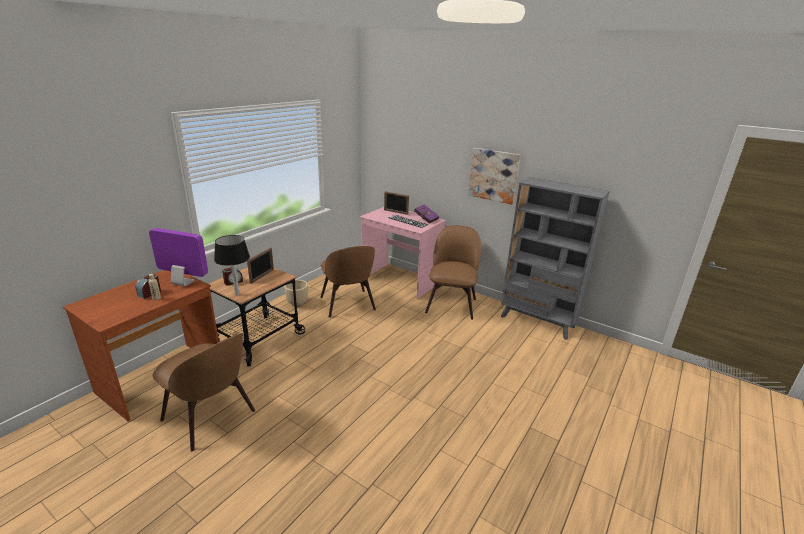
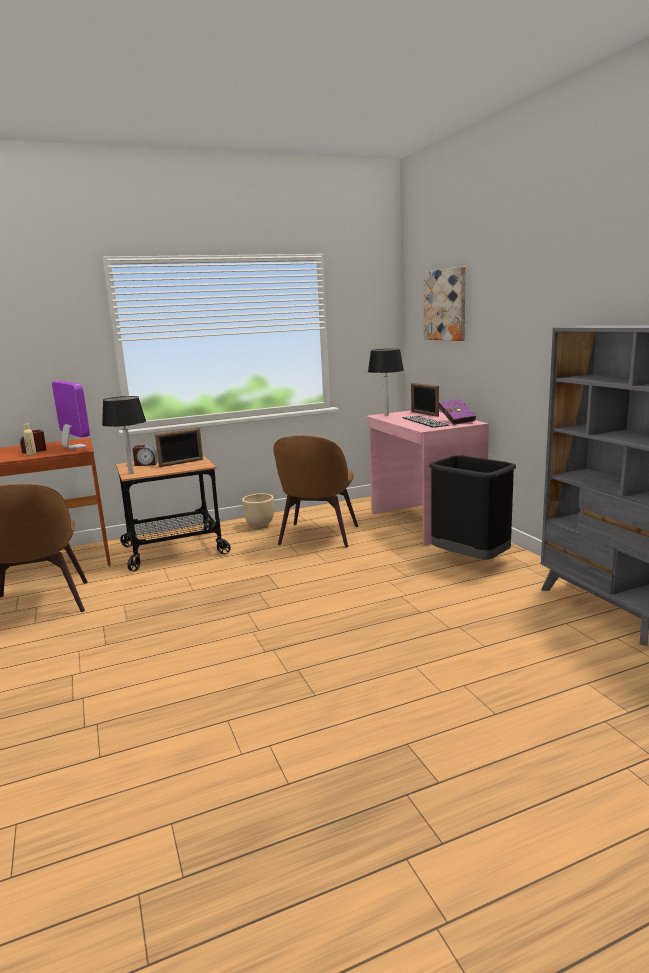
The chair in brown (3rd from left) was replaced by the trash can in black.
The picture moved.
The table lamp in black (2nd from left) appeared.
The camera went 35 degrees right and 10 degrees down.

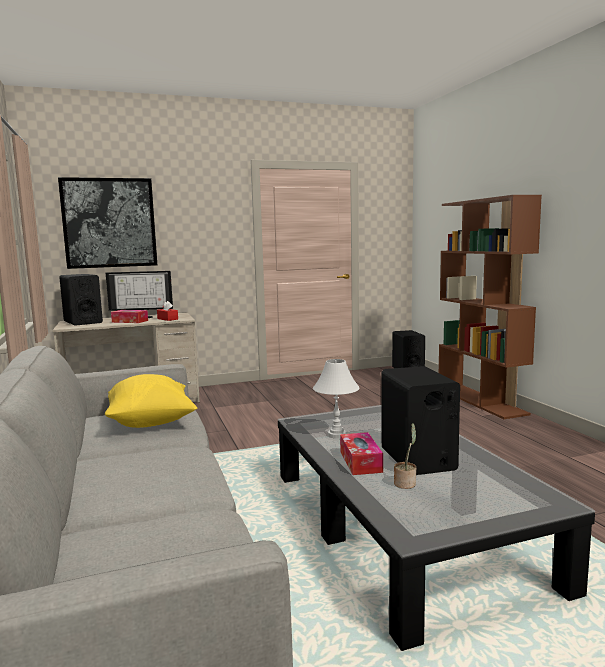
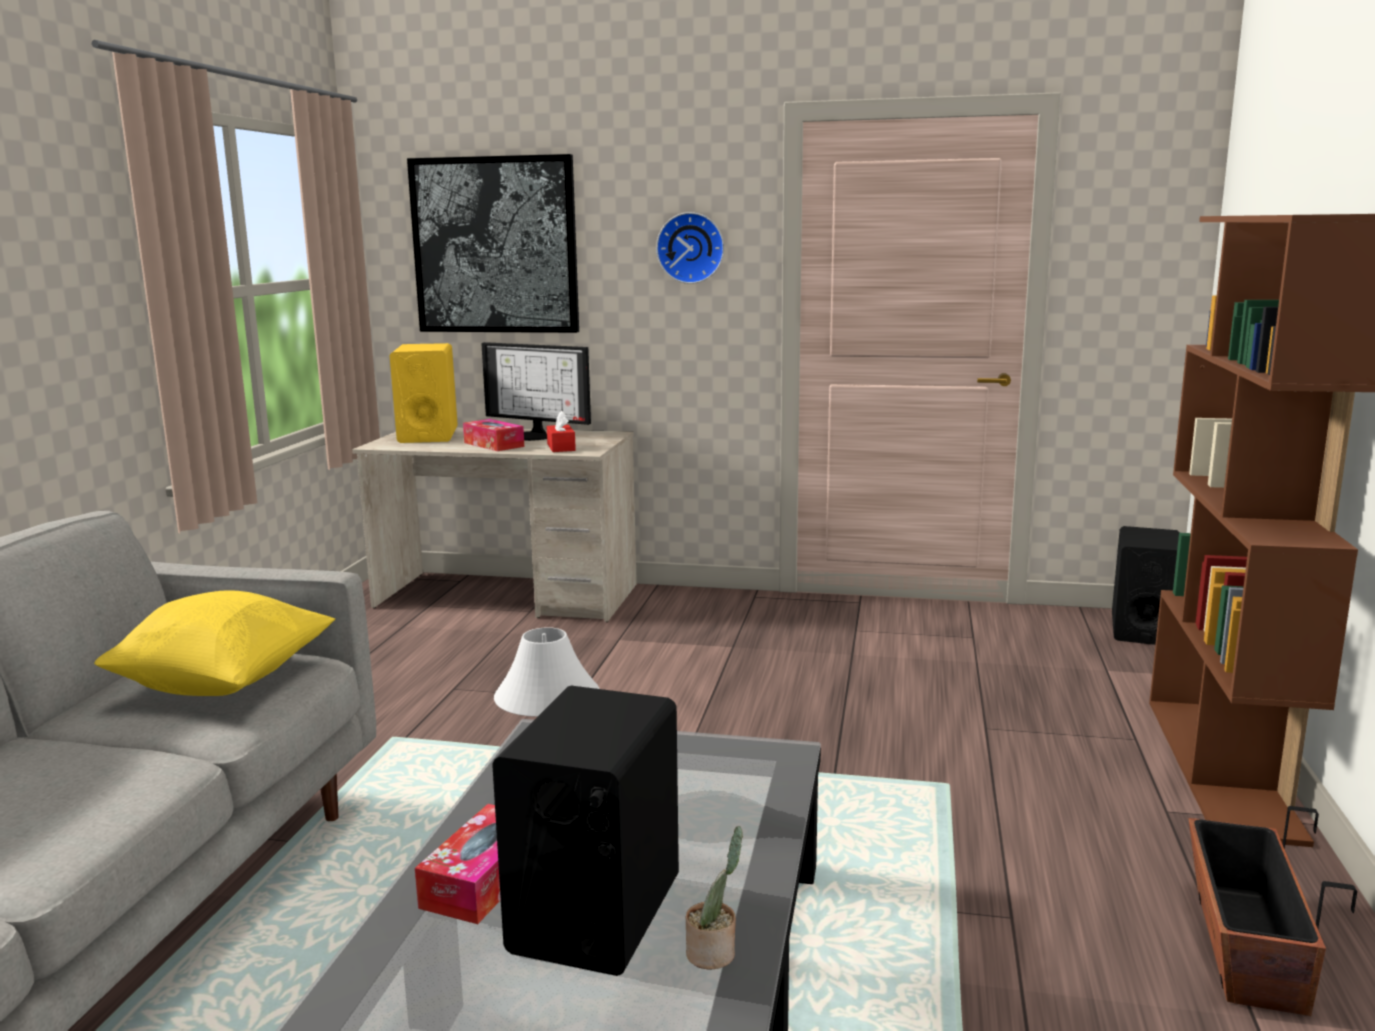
The speaker in black (1st from left) became the speaker in yellow.
The potted plant moved.
The wall clock appeared.
The planter appeared.
The camera went 30 degrees right and 5 degrees up.

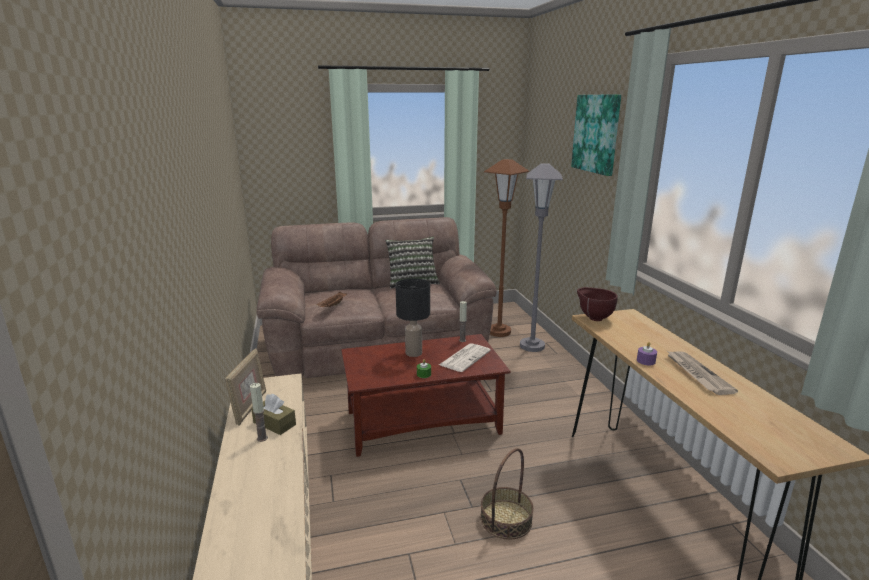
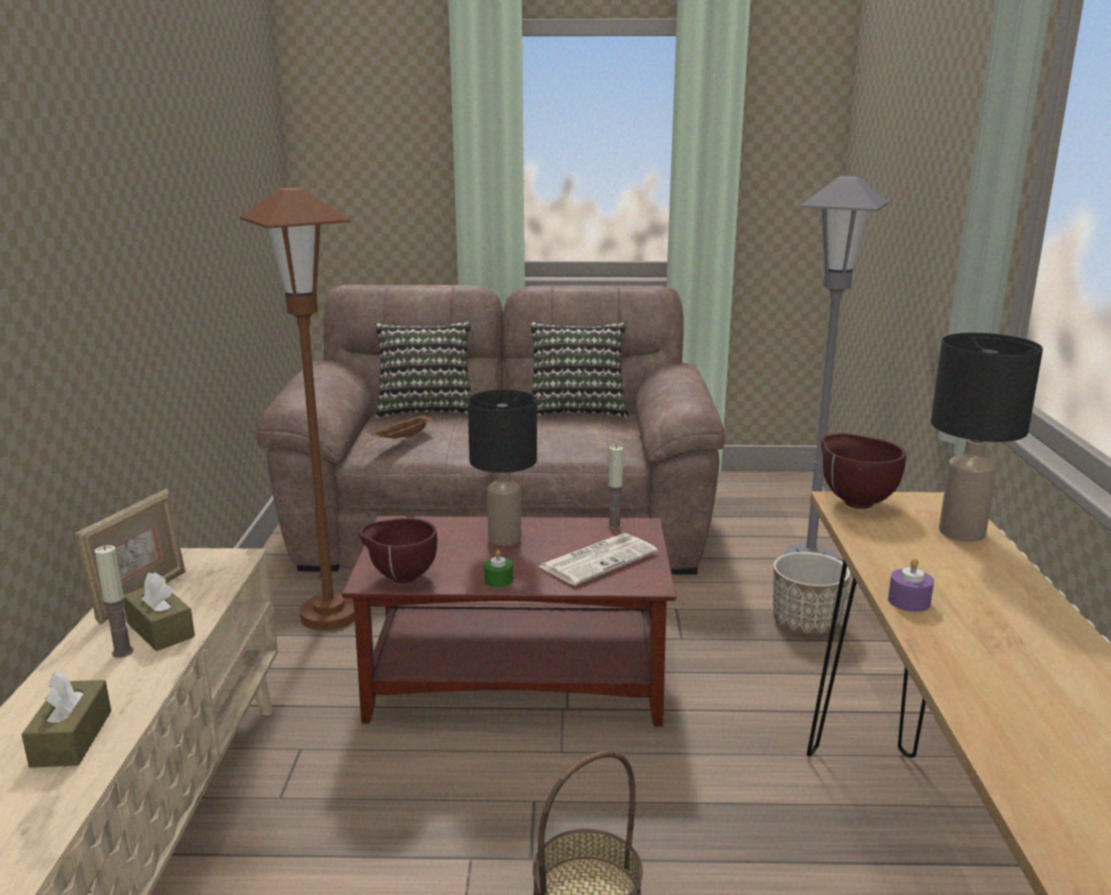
The floor lamp in brown moved.
The picture disappeared.
The newspaper (2nd from left) disappeared.
The tissue box in brown (1st from left) appeared.
The bowl in brown (1st from left) appeared.
The pillow (1st from left) appeared.
The planter appeared.
The table lamp in black (2nd from left) appeared.
The camera went 15 degrees right and 0 degrees up.

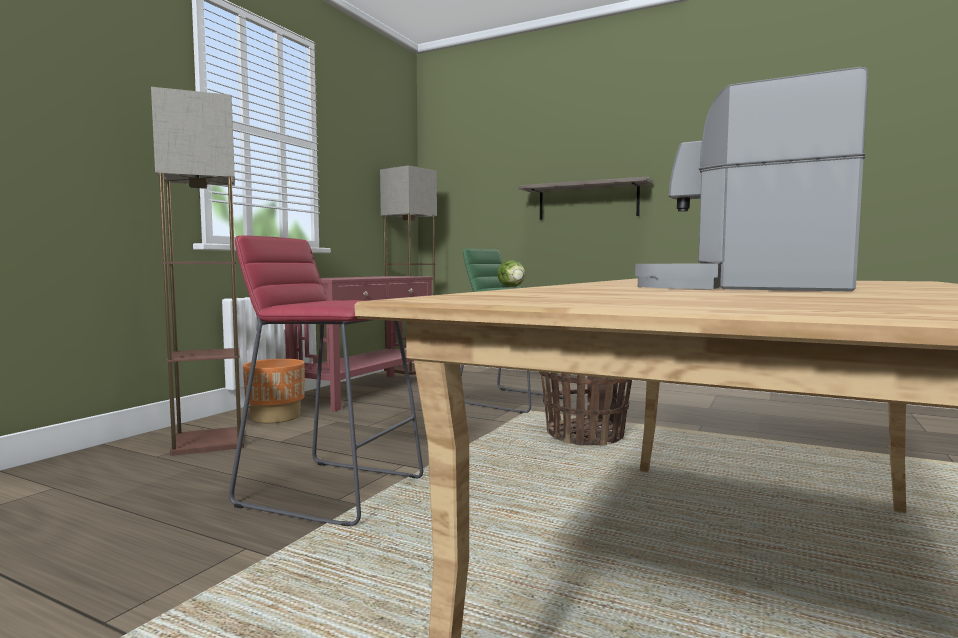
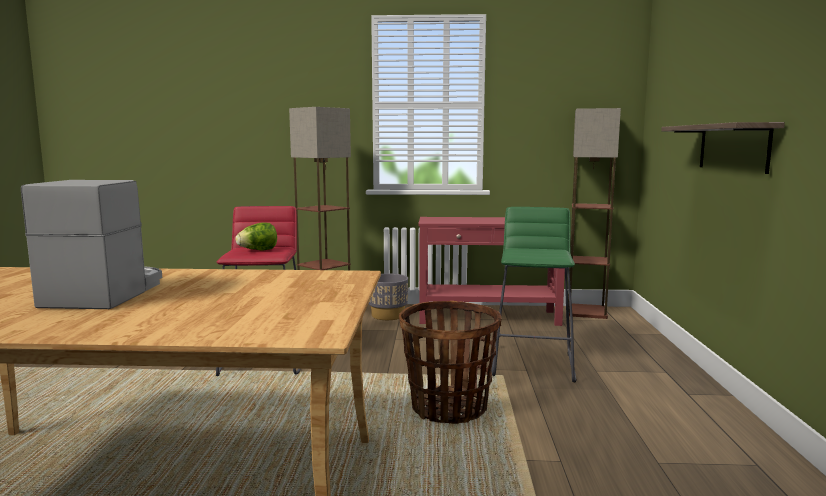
The planter in orange became the planter in grey.
The lettuce moved.
The camera went 65 degrees right and 5 degrees up.

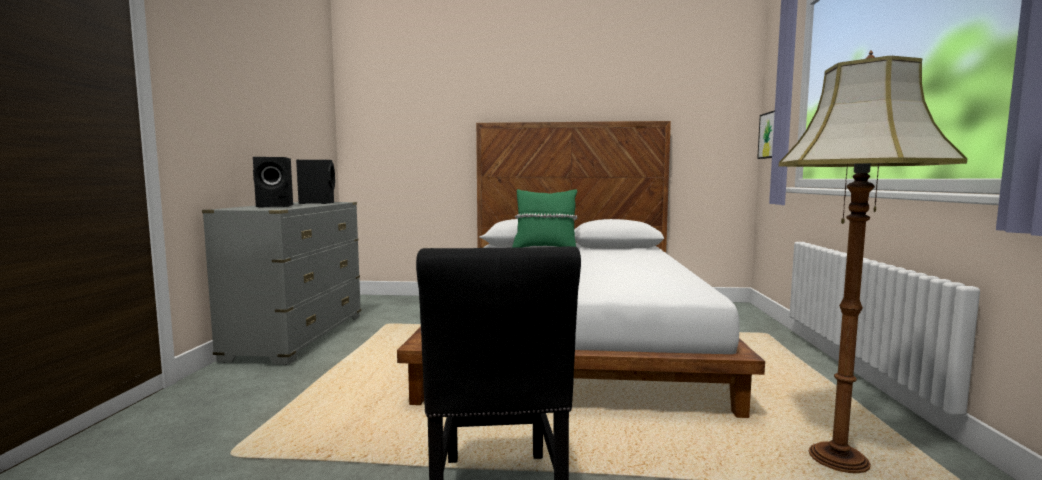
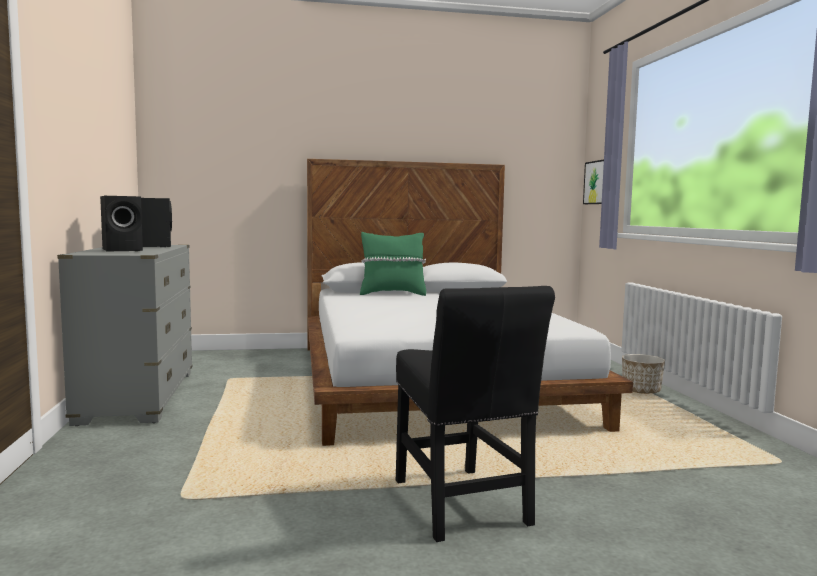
The floor lamp disappeared.
The planter appeared.
The camera went 15 degrees left and 0 degrees up.

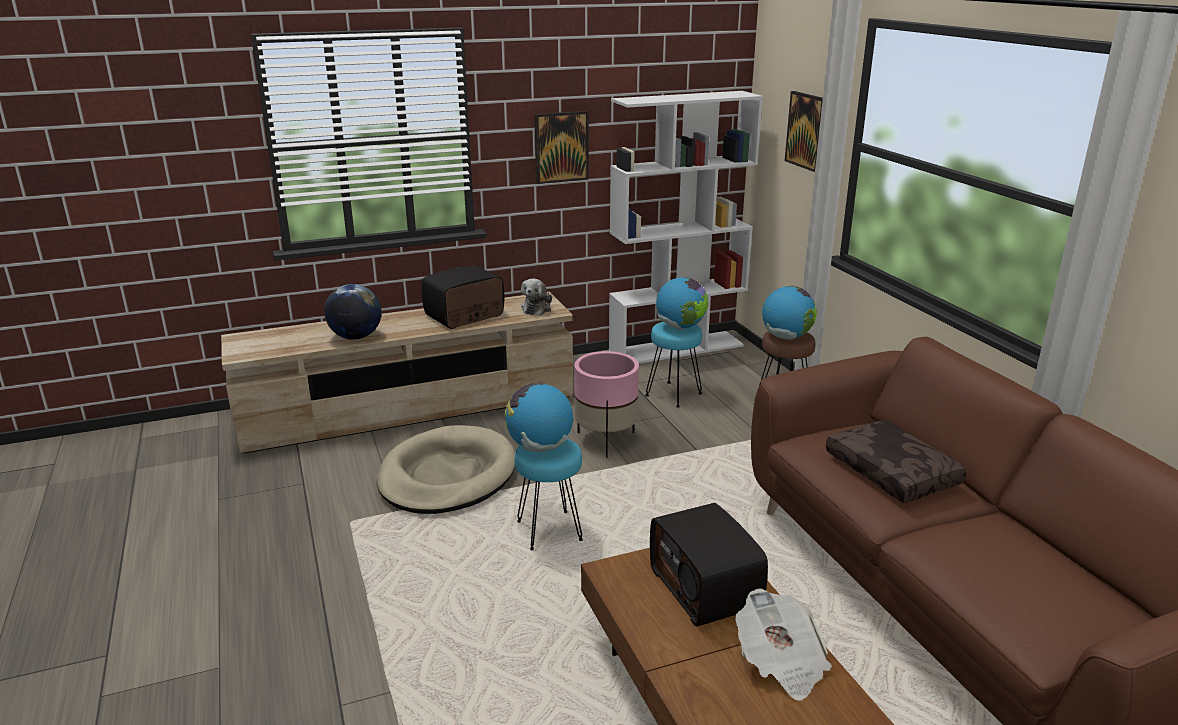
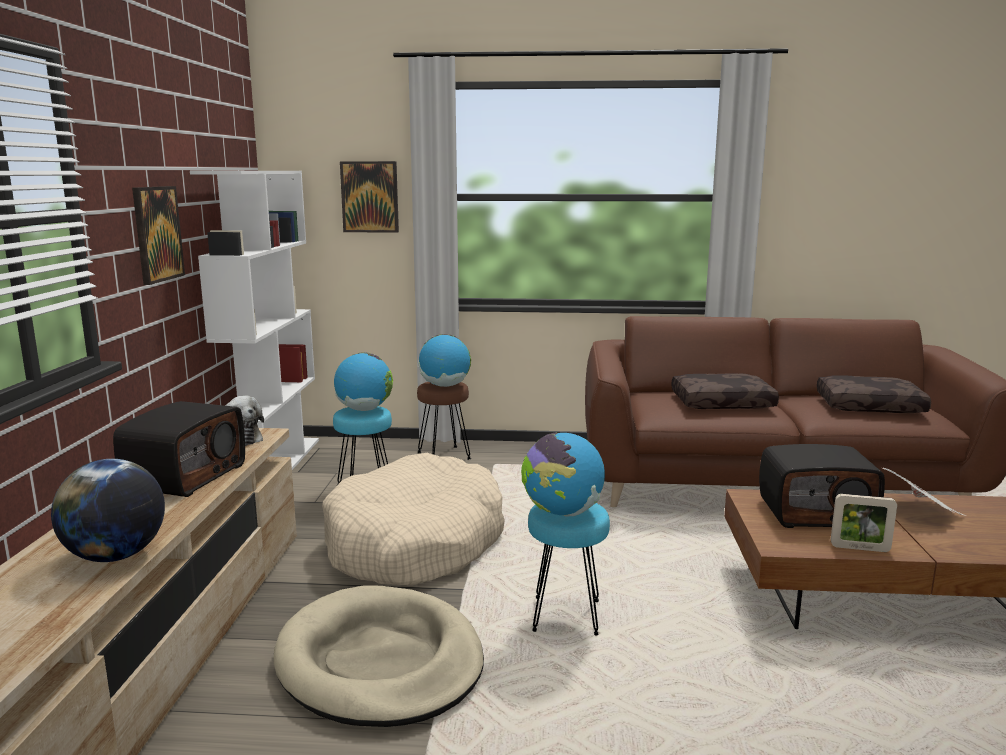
The radio (1st from left) turned 150 degrees counterclockwise.
The planter in pink was replaced by the dog bed in beige (2nd from left).
The pillow in brown (2nd from left) appeared.
The picture frame appeared.
The camera went 65 degrees left and 10 degrees down.

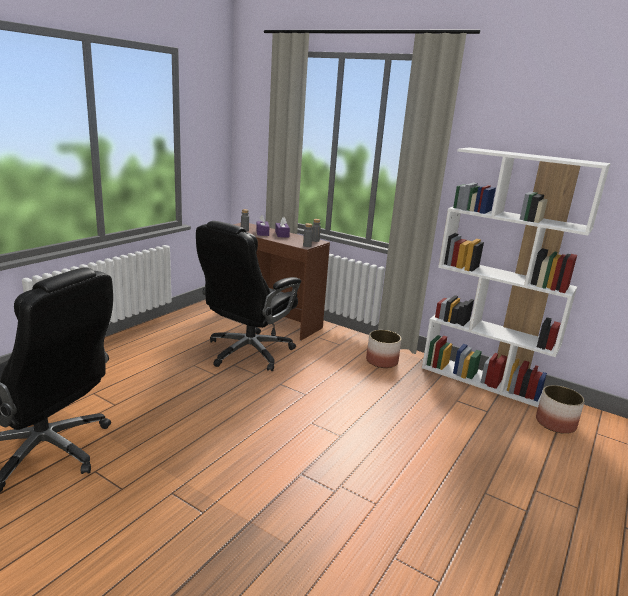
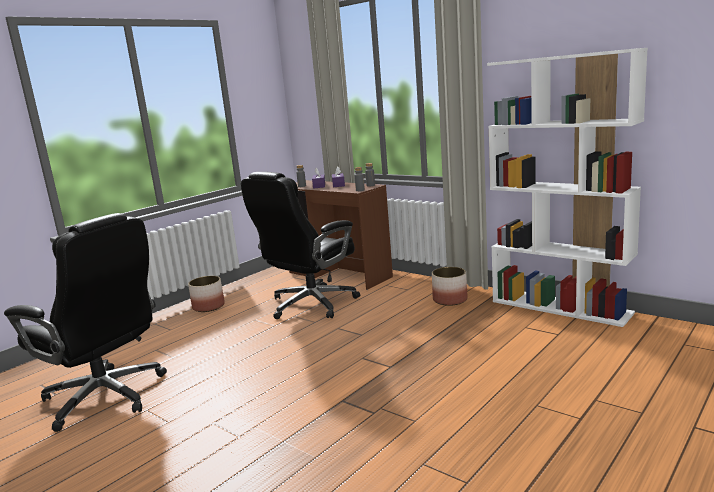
The planter (2nd from left in the first image) moved.
The camera went 10 degrees right and 5 degrees down.

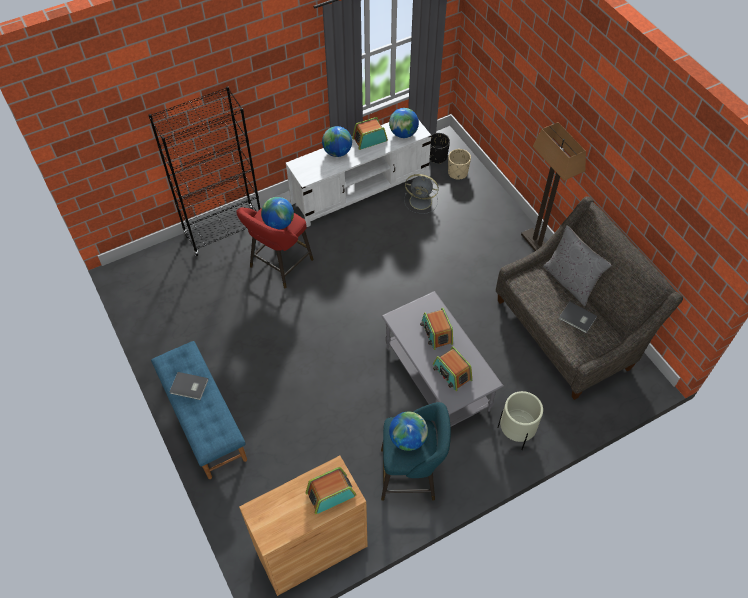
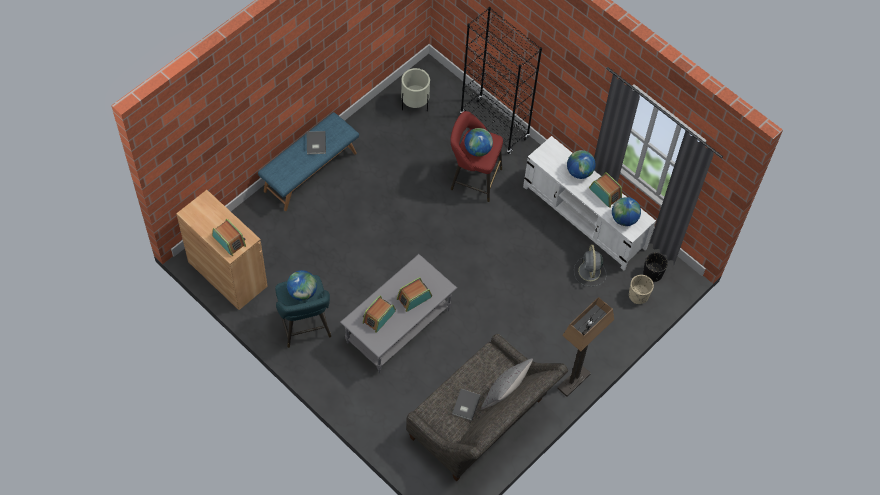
The planter in beige (2nd from left in the first image) moved.
The camera went 70 degrees right and 5 degrees up.

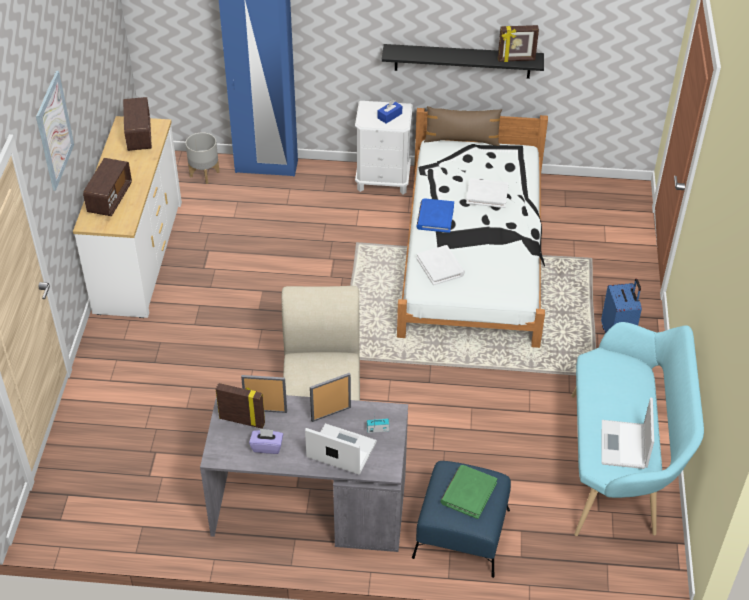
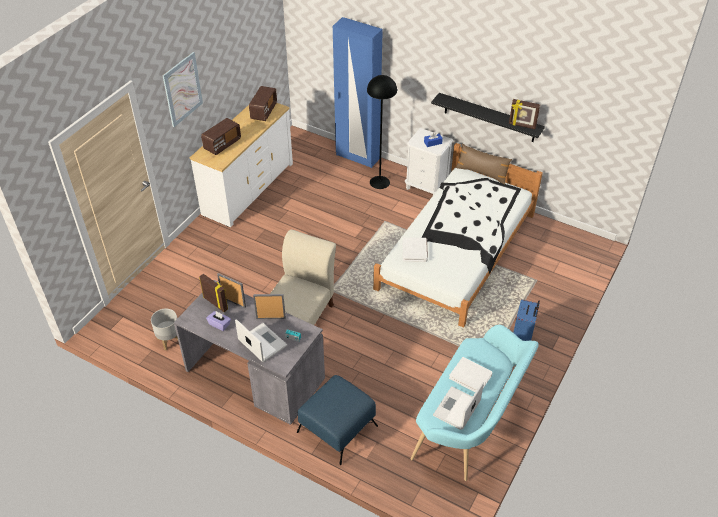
The planter in grey moved.
The book in blue disappeared.
The book in green disappeared.
The book in white (2nd from left) moved.
The floor lamp in black appeared.
The camera went 25 degrees right and 0 degrees up.

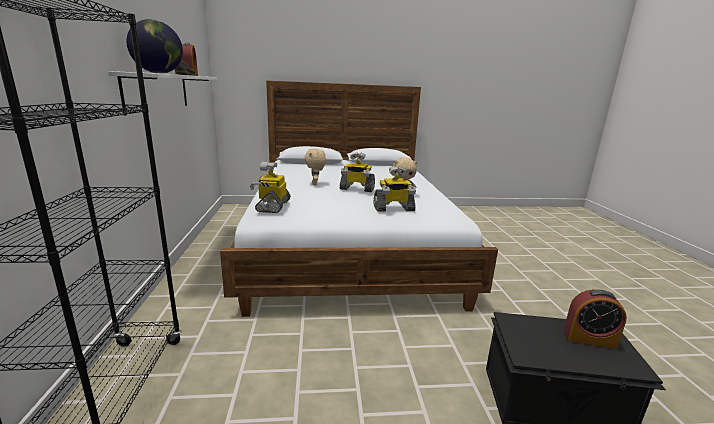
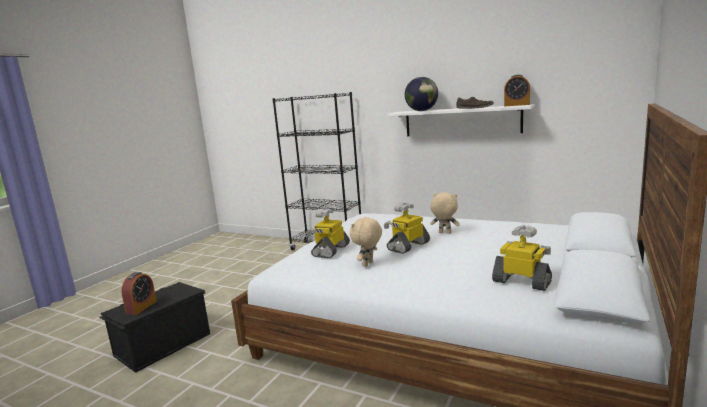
The toy robot (1st from left in the first image) moved.
The alarm clock (2nd from left in the first image) turned 150 degrees clockwise.
The camera went 125 degrees right and 5 degrees down.

